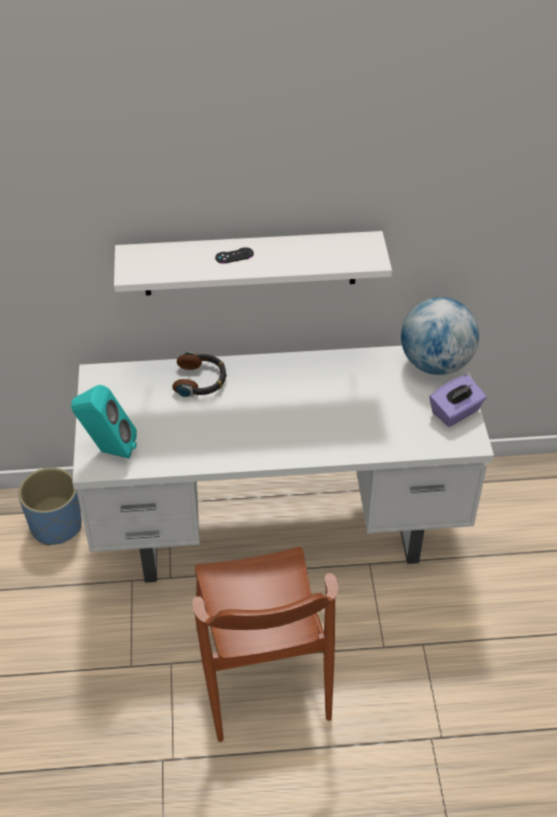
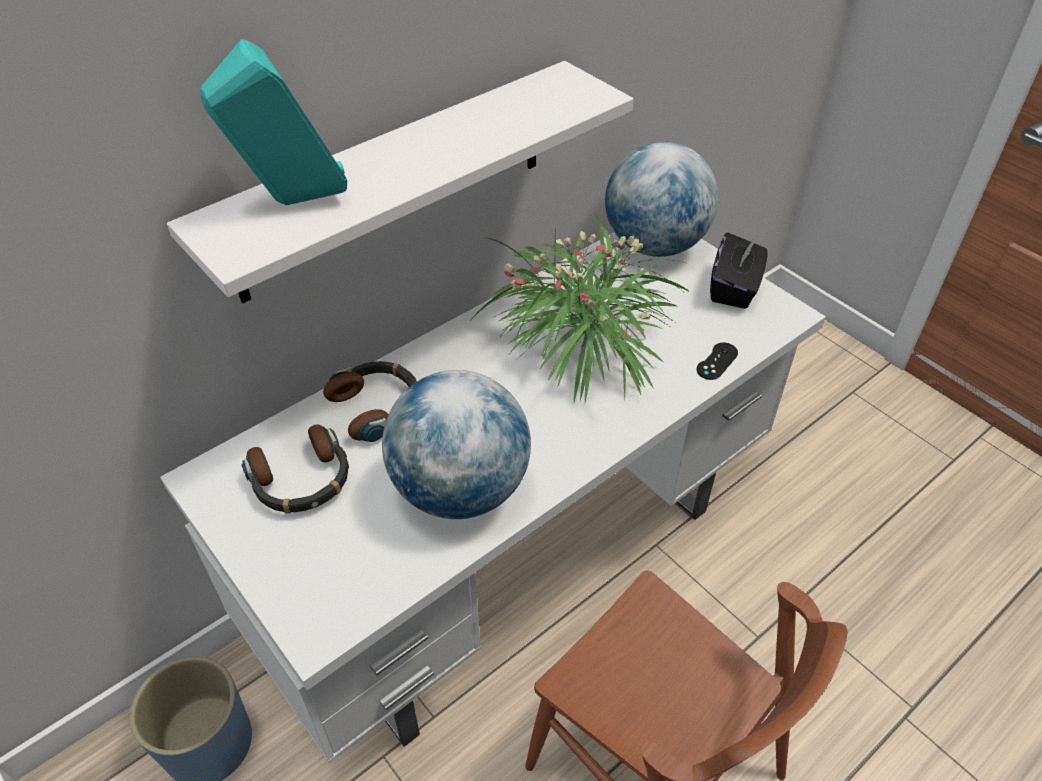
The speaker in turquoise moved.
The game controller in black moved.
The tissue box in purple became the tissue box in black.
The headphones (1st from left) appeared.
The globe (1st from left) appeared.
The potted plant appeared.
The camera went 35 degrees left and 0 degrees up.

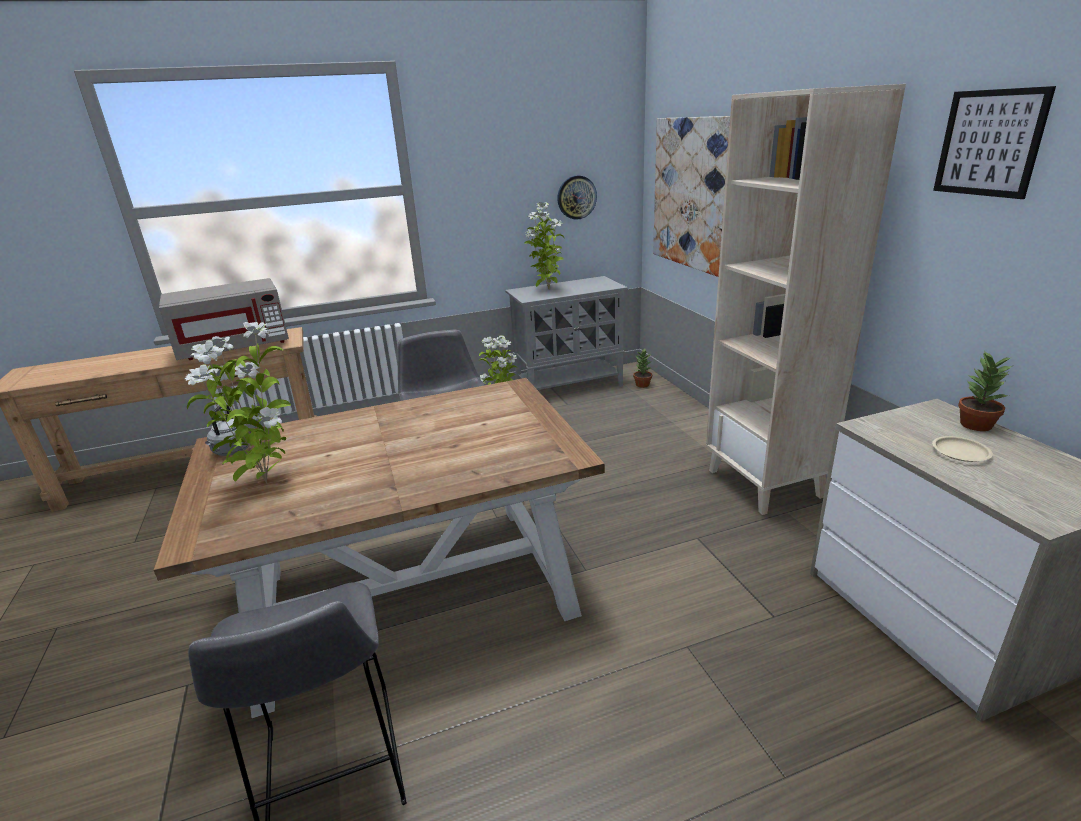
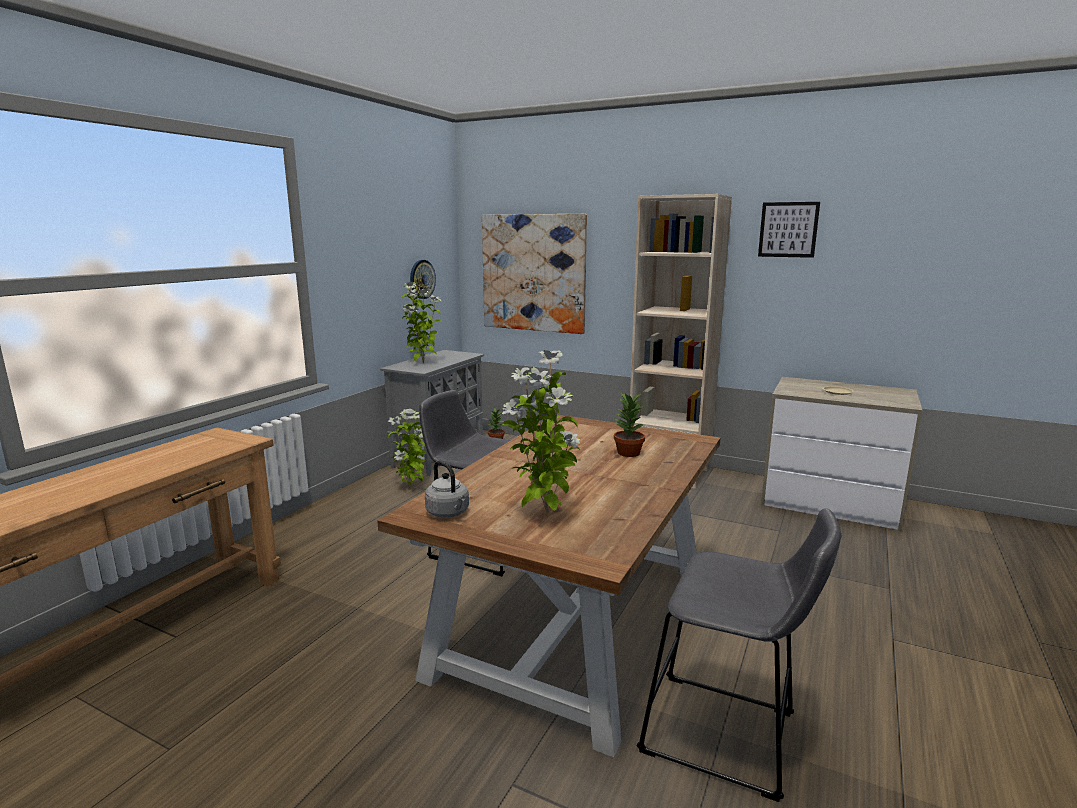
The microwave in grey disappeared.
The potted plant (5th from left) moved.
The camera went 45 degrees left and 10 degrees down.

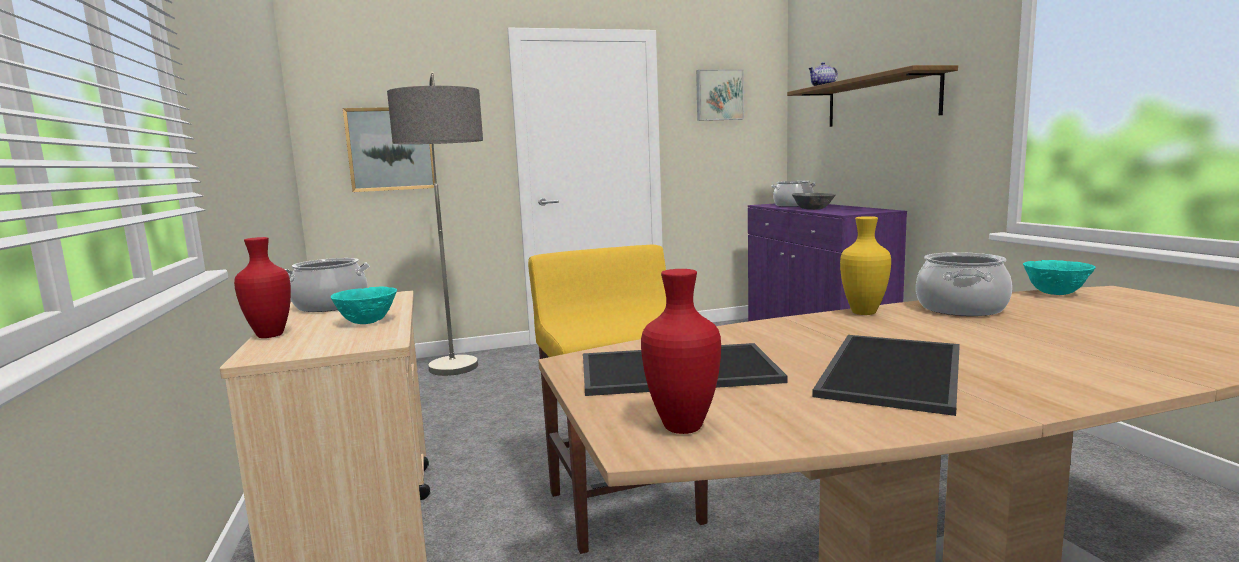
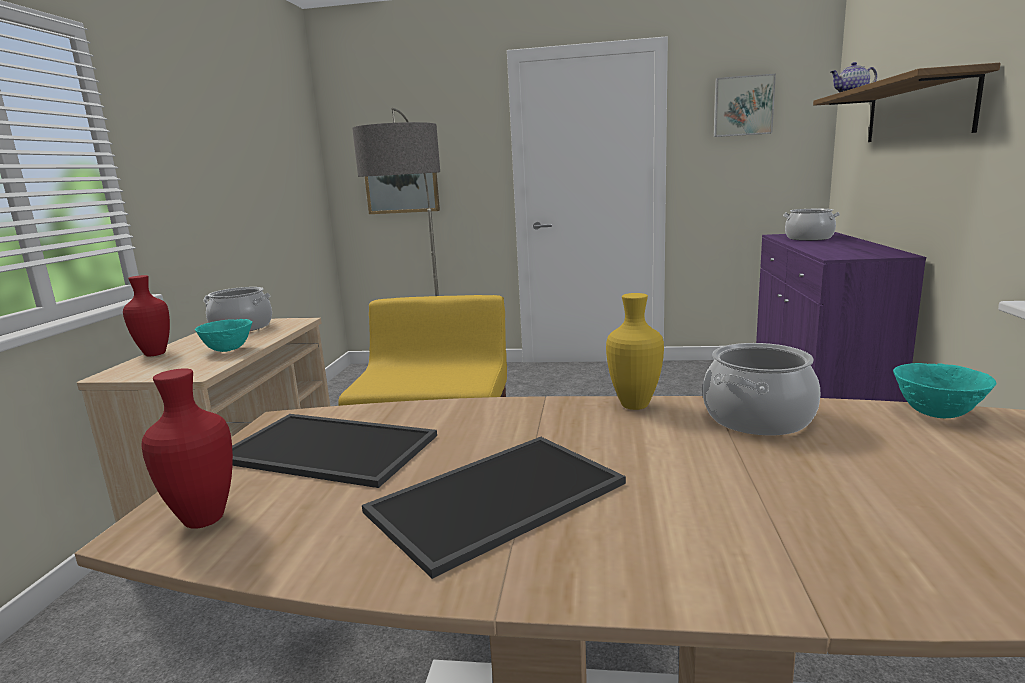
The bowl in grey disappeared.
The camera went 25 degrees right and 5 degrees up.

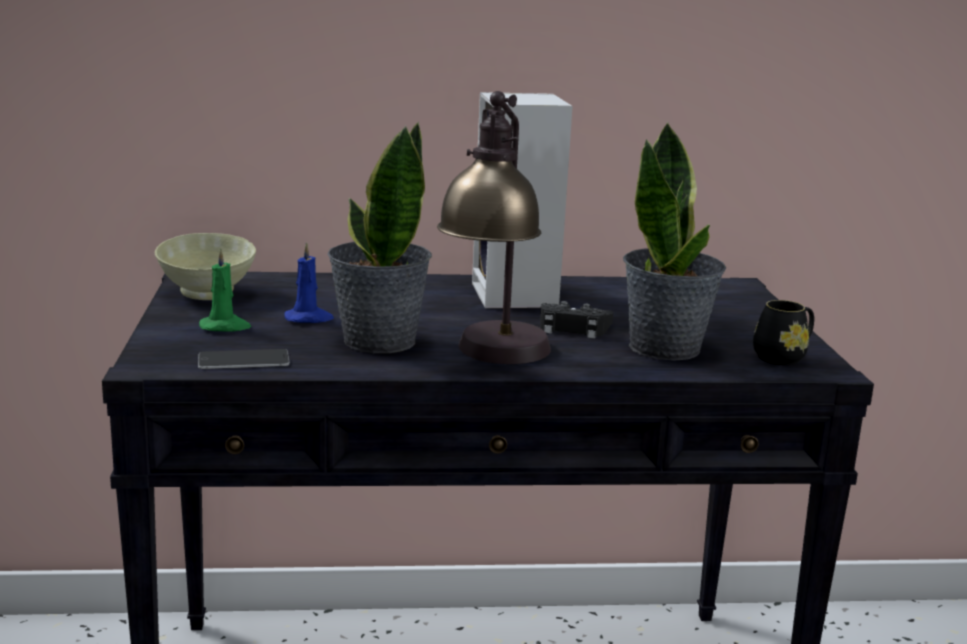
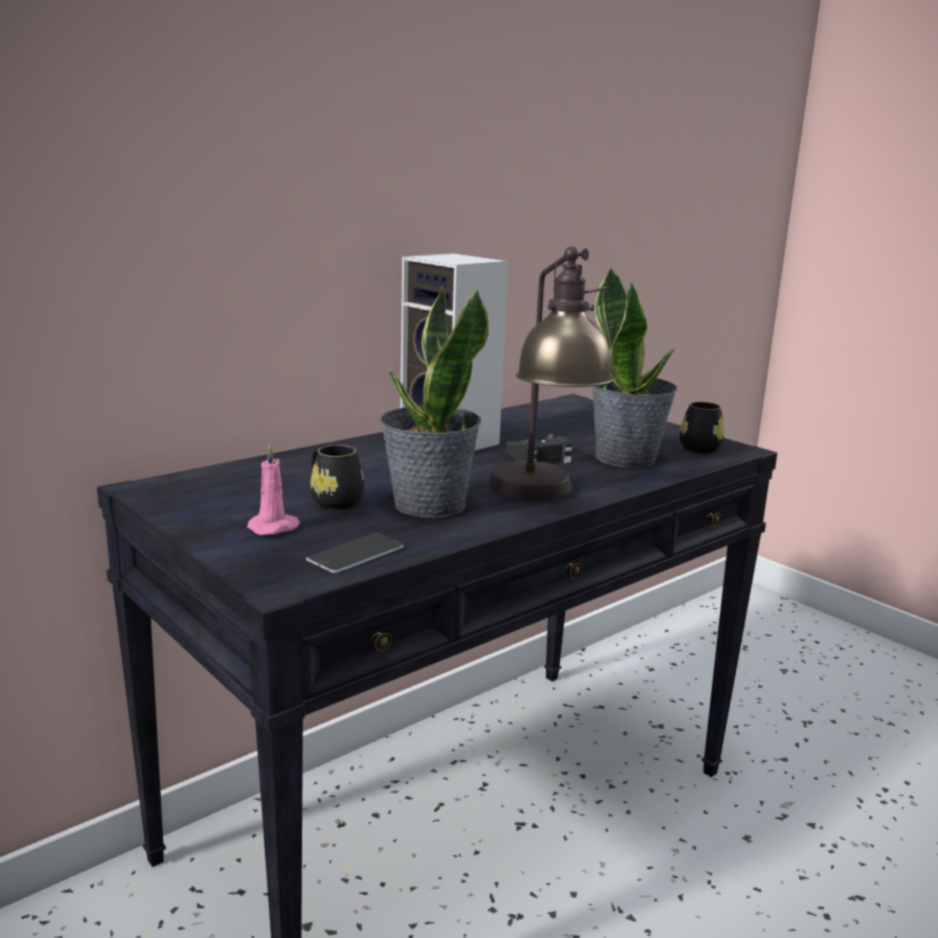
The bowl in beige disappeared.
The candle in green became the candle in pink.
The candle in blue was replaced by the mug in black (1st from left).
The camera went 35 degrees left and 0 degrees up.

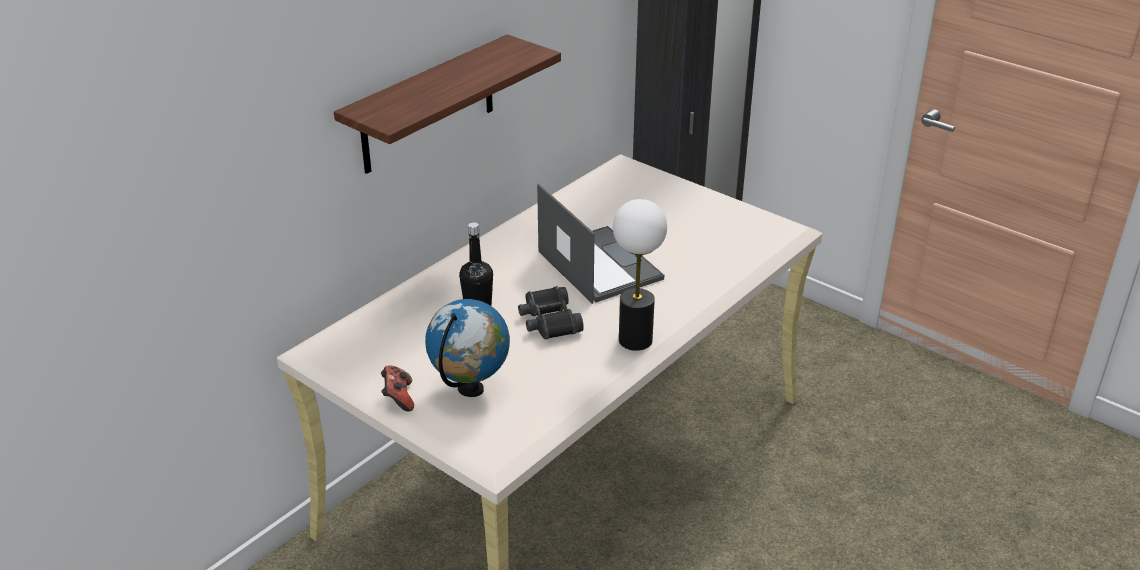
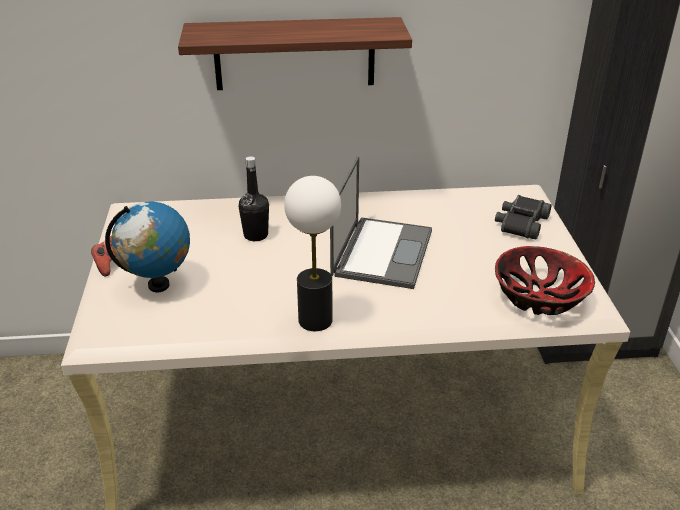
The binoculars in black moved.
The bowl appeared.
The camera went 45 degrees right and 0 degrees up.

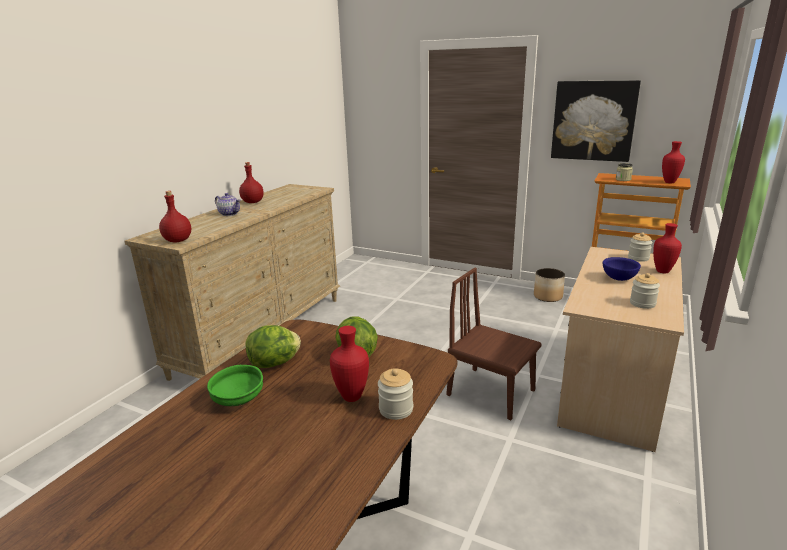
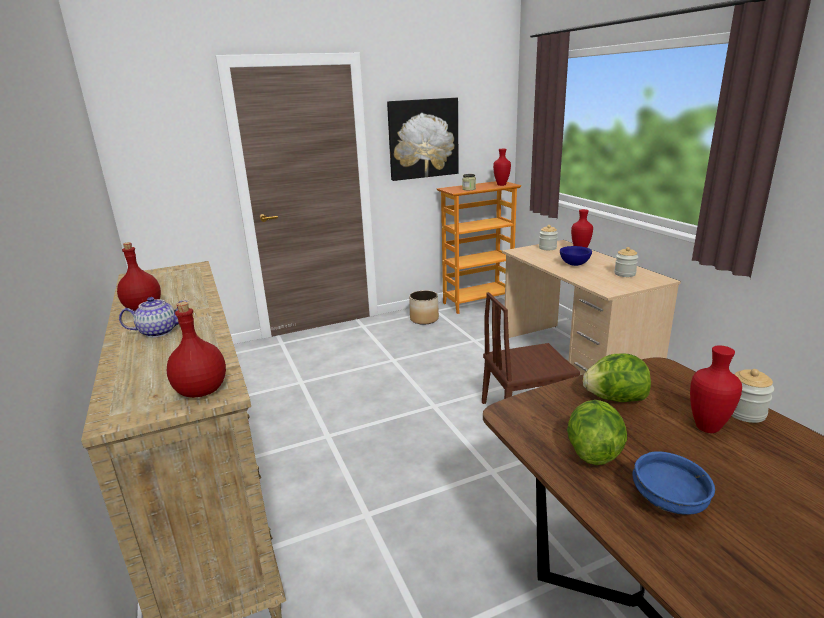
The bowl in green became the bowl in blue (2nd from left).
The camera went 50 degrees left and 0 degrees up.

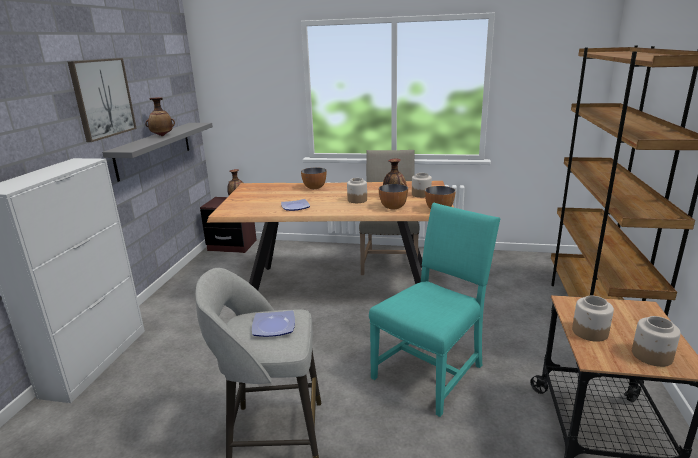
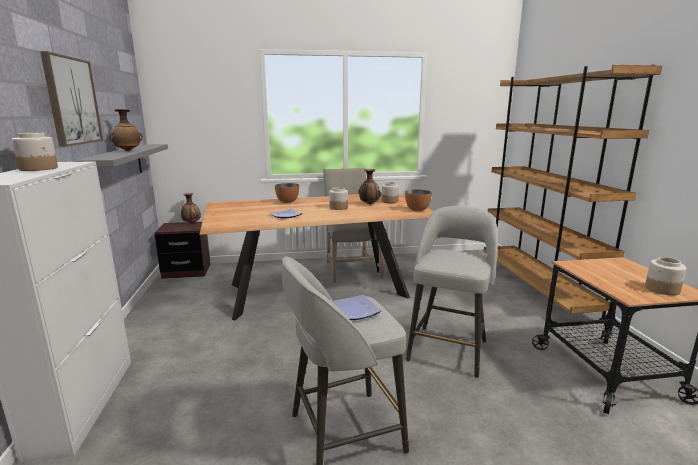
The chair in turquoise was replaced by the stool in grey (2nd from left).
The bowl (2nd from left) disappeared.
The jar (3rd from left in the first image) moved.
The camera went 20 degrees left and 5 degrees down.

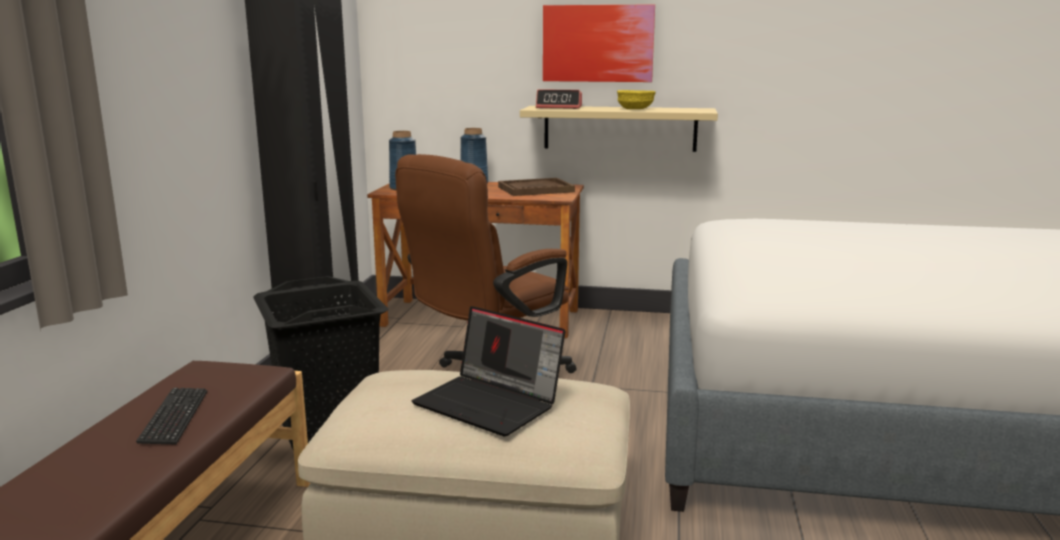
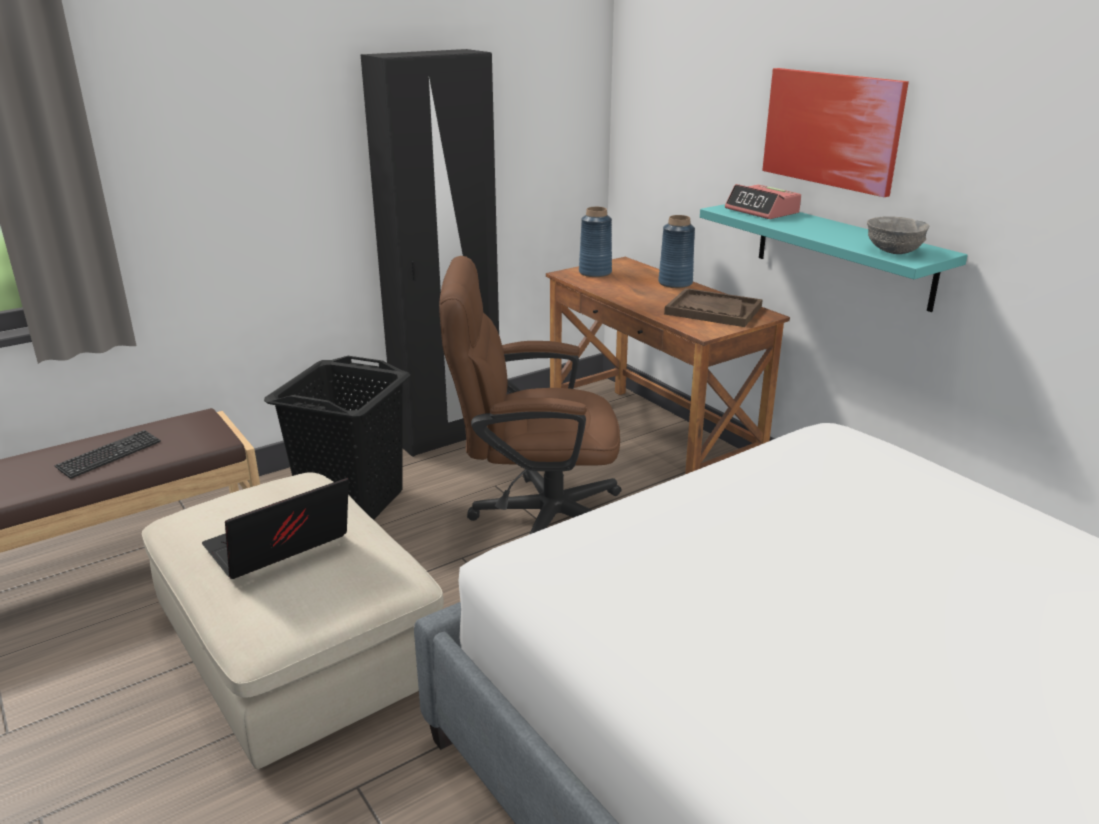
The laptop turned 60 degrees clockwise.
The shelf in beige became the shelf in turquoise.
The bowl in yellow disappeared.
The bowl in grey appeared.
The camera went 45 degrees right and 10 degrees up.

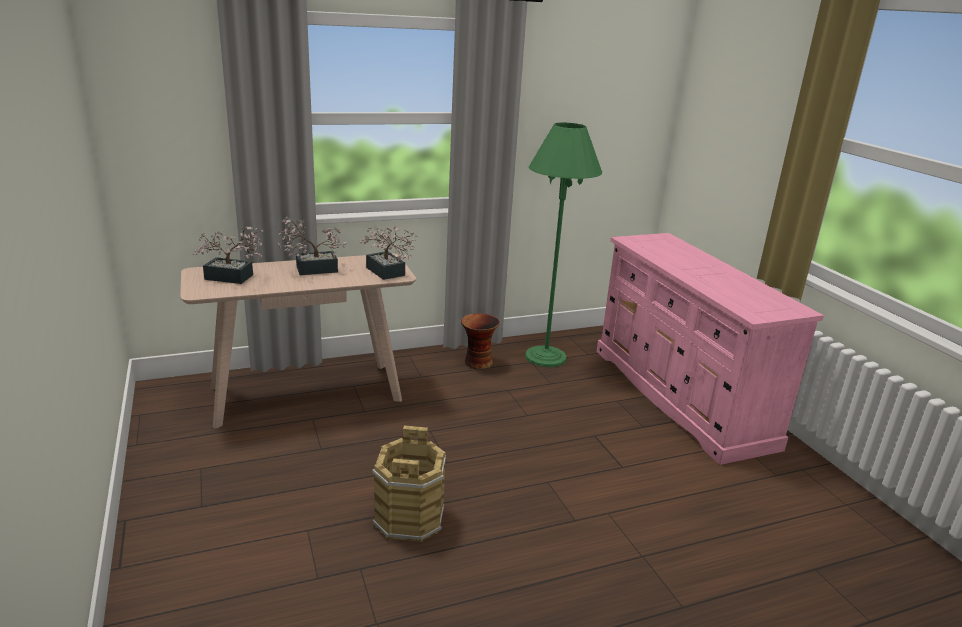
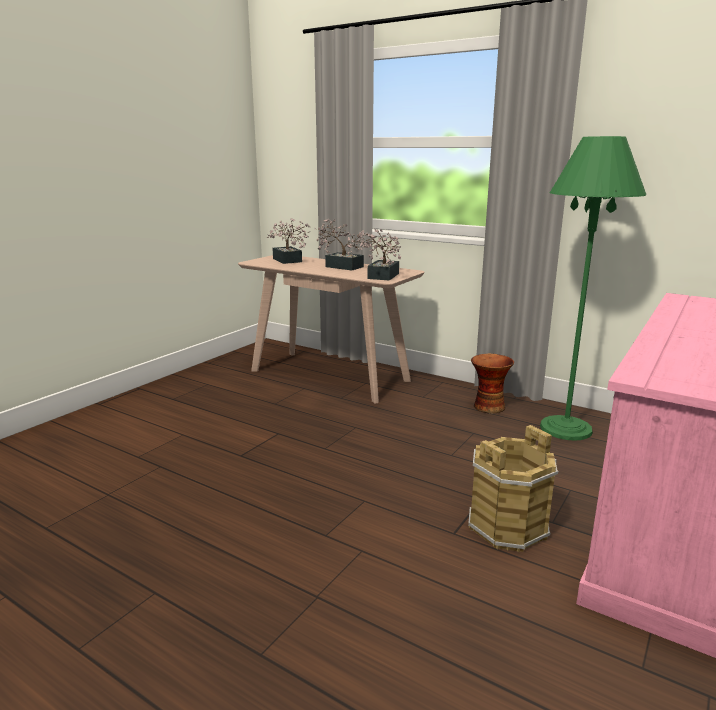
The bucket in brown moved.
The camera went 55 degrees right and 5 degrees down.

